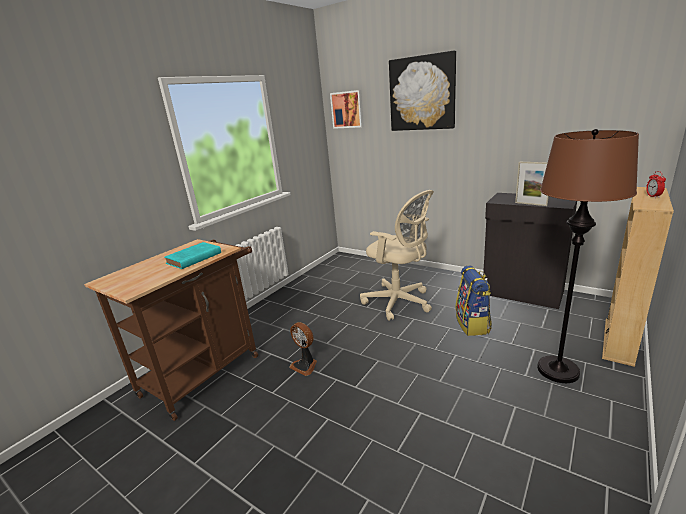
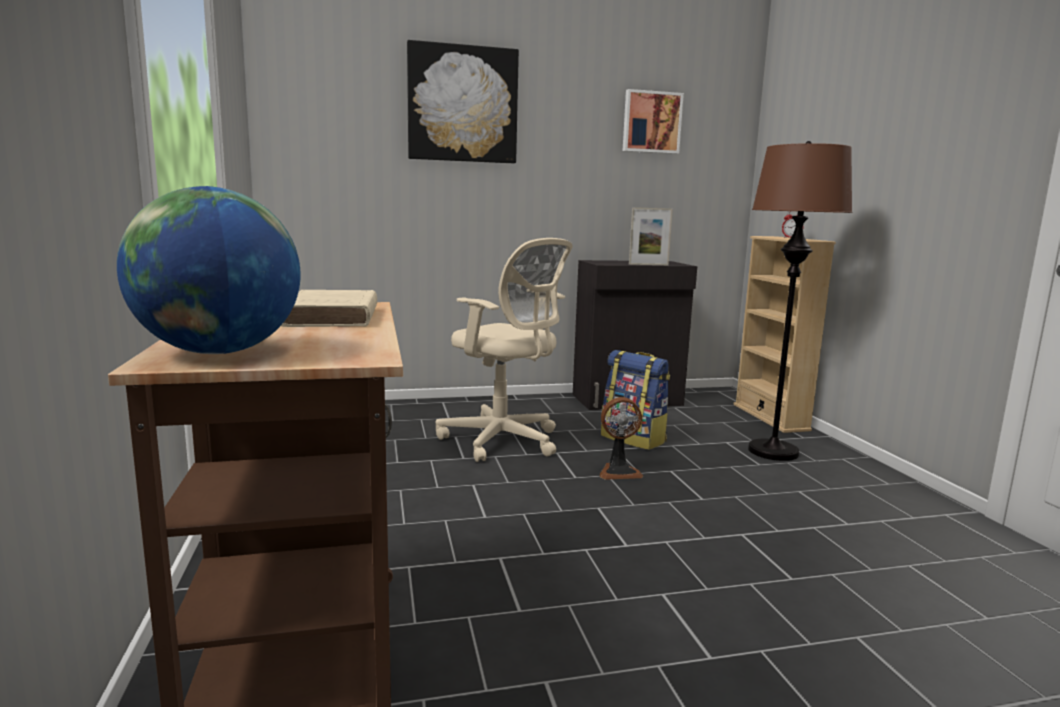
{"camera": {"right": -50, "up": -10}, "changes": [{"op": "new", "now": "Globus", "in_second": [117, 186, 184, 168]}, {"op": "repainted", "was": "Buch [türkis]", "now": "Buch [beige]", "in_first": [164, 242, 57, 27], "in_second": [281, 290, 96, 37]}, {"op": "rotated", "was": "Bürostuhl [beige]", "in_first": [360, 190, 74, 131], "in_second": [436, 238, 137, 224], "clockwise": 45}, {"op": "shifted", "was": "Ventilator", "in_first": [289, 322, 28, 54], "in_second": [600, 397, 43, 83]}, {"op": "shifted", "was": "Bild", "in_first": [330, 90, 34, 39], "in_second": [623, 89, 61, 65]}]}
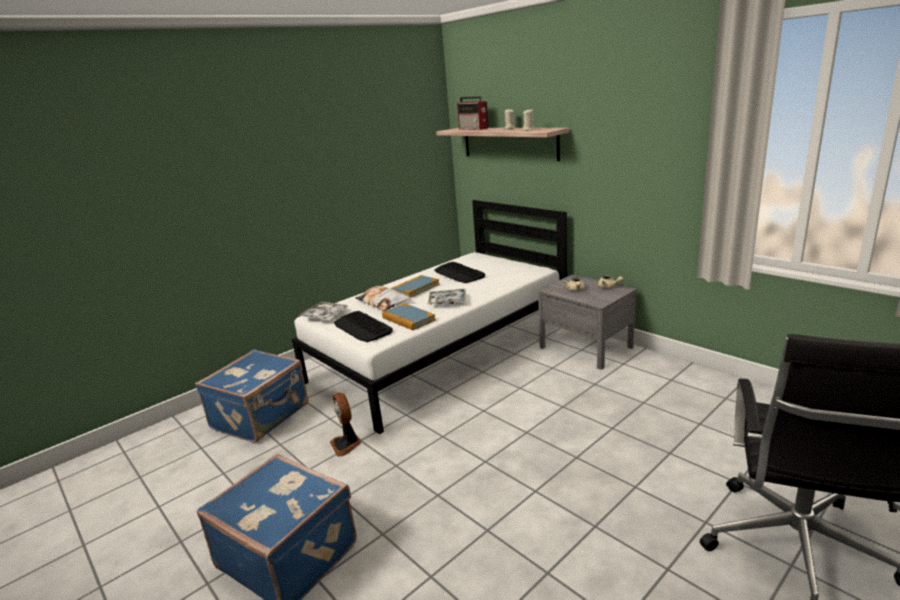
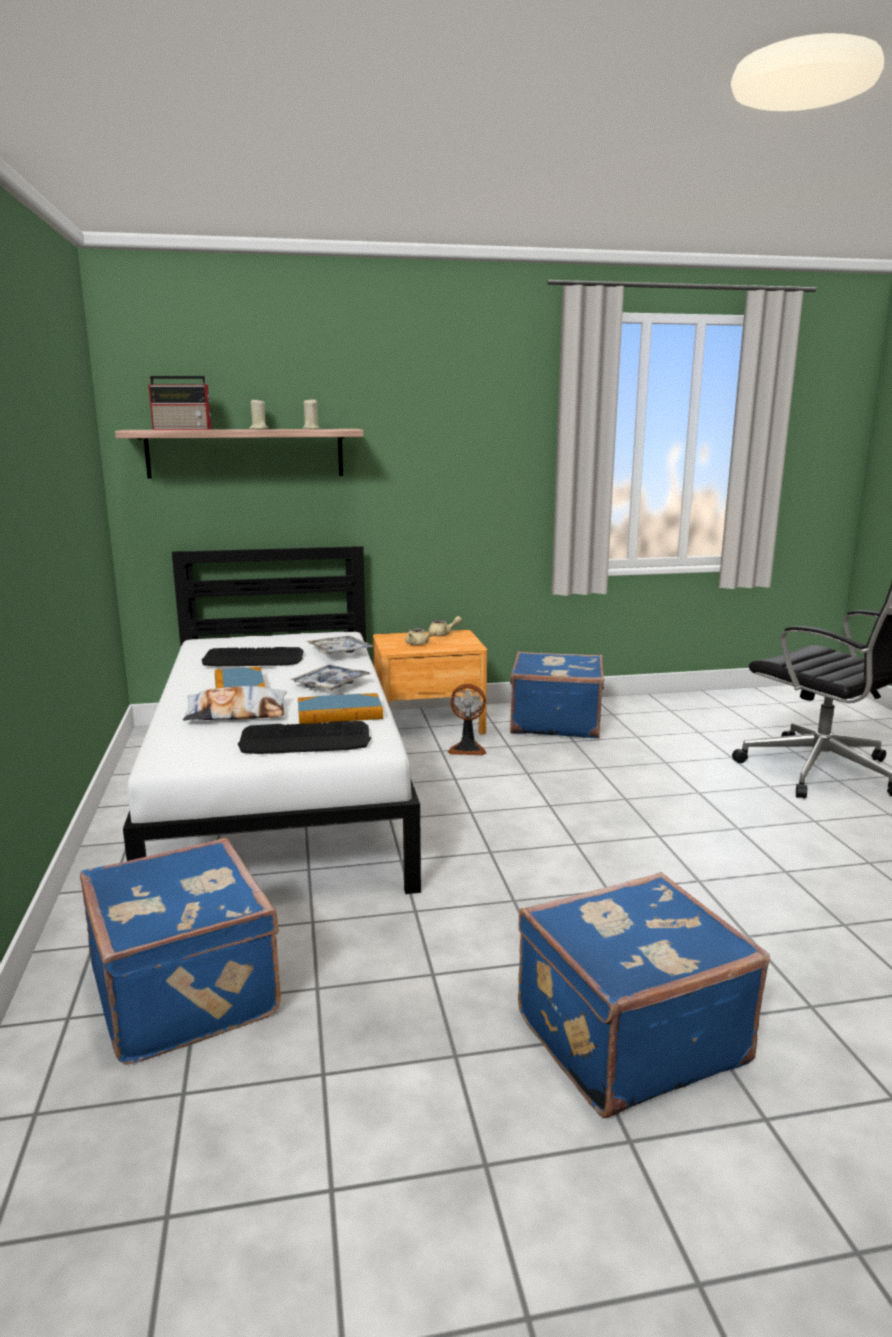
{"camera": {"right": -60, "up": -5}, "changes": [{"op": "shifted", "was": "Tablett", "in_first": [298, 302, 50, 18], "in_second": [306, 636, 68, 18]}, {"op": "repainted", "was": "Nachttisch [grau]", "now": "Nachttisch [braun]", "in_first": [538, 275, 98, 94], "in_second": [373, 630, 114, 105]}, {"op": "shifted", "was": "Ventilator", "in_first": [330, 392, 31, 64], "in_second": [448, 684, 38, 71]}, {"op": "new", "now": "Koffer [blau]", "in_second": [510, 651, 94, 87]}]}
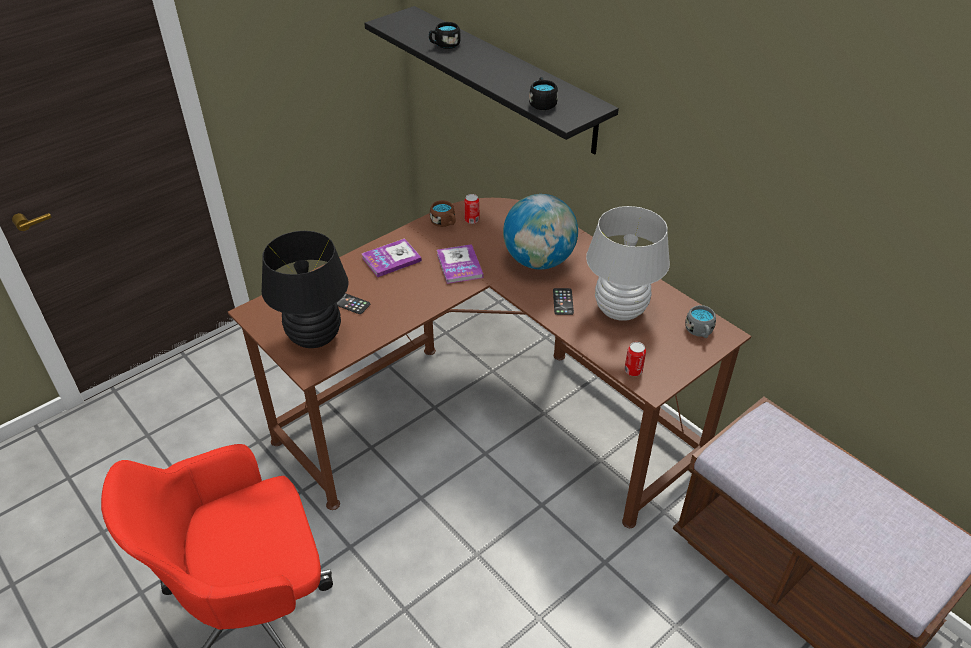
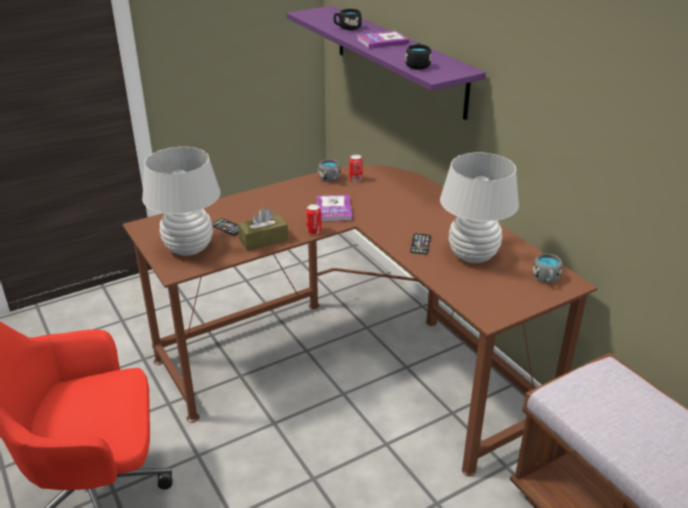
{"camera": {"right": 10, "up": -10}, "changes": [{"op": "repainted", "was": "Tischlampe [schwarz]", "now": "Tischlampe [weiß]", "in_first": [261, 231, 88, 117], "in_second": [142, 147, 79, 109]}, {"op": "new", "now": "Taschentuchbox [braun]", "in_second": [238, 208, 50, 43]}, {"op": "repainted", "was": "Wandregal [schwarz]", "now": "Wandregal [lila]", "in_first": [364, 6, 255, 149], "in_second": [286, 6, 200, 114]}, {"op": "shifted", "was": "Dose", "in_first": [625, 342, 21, 34], "in_second": [306, 204, 16, 31]}, {"op": "repainted", "was": "Henkelbecher [braun]", "now": "Henkelbecher [grau]", "in_first": [430, 200, 26, 27], "in_second": [318, 159, 23, 23]}, {"op": "shifted", "was": "Buch", "in_first": [362, 238, 60, 39], "in_second": [357, 31, 52, 18]}, {"op": "gone", "was": "Globus", "in_first": [503, 194, 75, 75]}]}
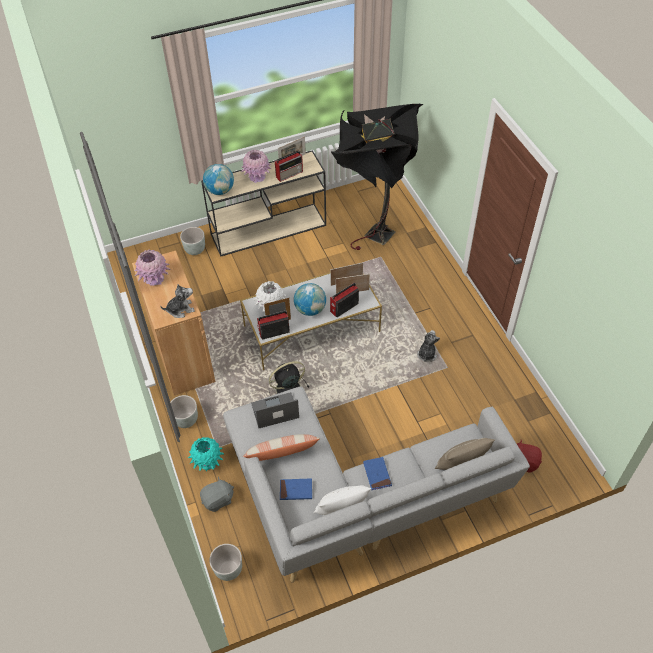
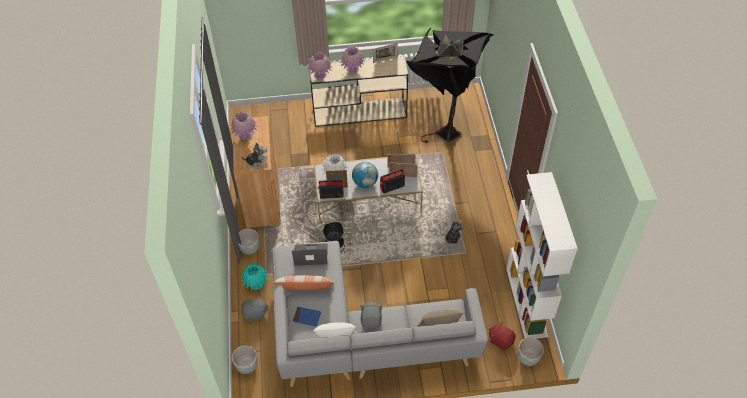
{"camera": {"right": 15, "up": 0}, "changes": [{"op": "swapped", "was": "Globus", "now": "Vase [rosa]", "in_first": [203, 164, 31, 31], "in_second": [307, 52, 25, 27]}, {"op": "swapped", "was": "Buch [blau]", "now": "Plüschtier [grau]", "in_first": [363, 457, 29, 33], "in_second": [360, 302, 23, 27]}, {"op": "new", "now": "Bücherregal [weiß]", "in_second": [506, 172, 72, 166]}, {"op": "shifted", "was": "Pflanzkübel [grau]", "in_first": [180, 227, 25, 28], "in_second": [518, 337, 26, 29]}, {"op": "gone", "was": "Radio", "in_first": [275, 150, 28, 32]}]}
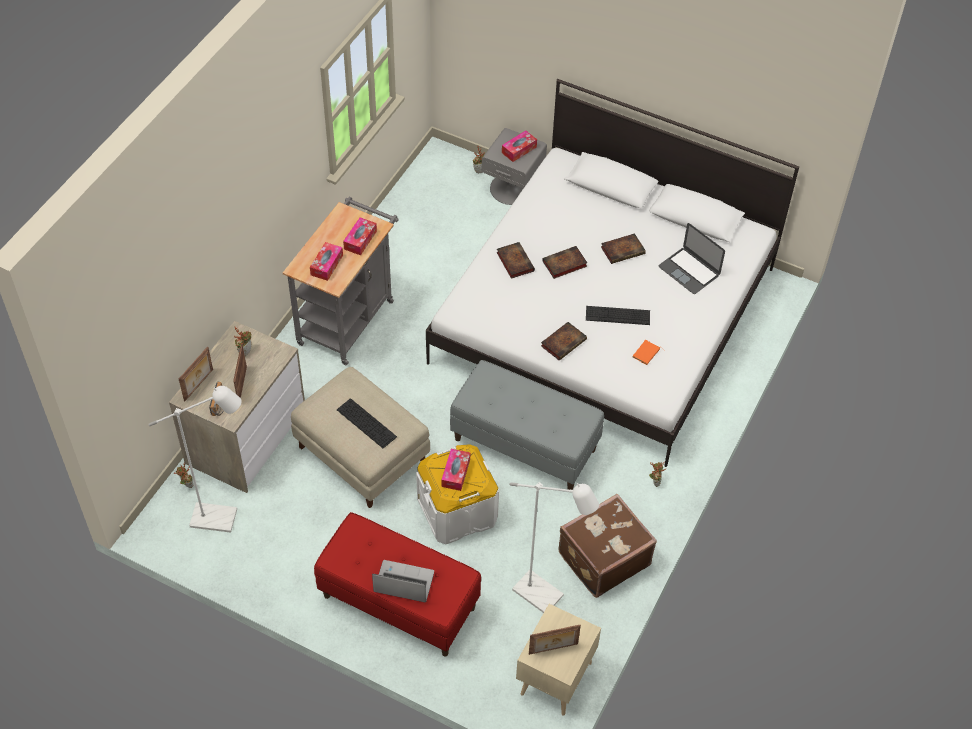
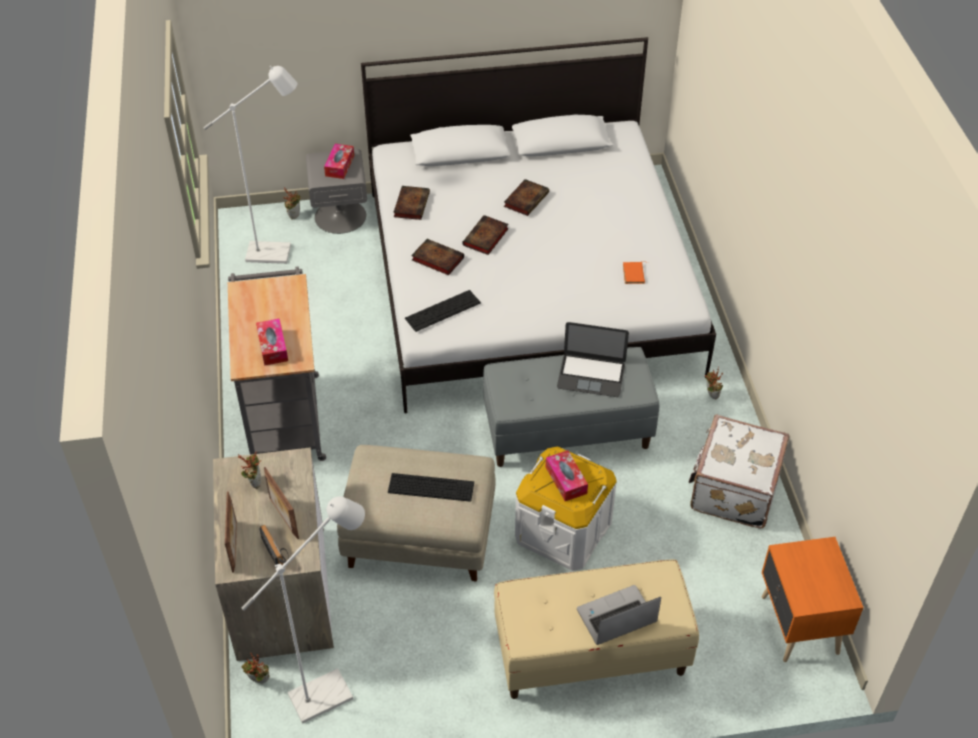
{"camera": {"right": -35, "up": -5}, "changes": [{"op": "shifted", "was": "Stehlampe [weiß]", "in_first": [509, 482, 90, 131], "in_second": [204, 66, 93, 198]}, {"op": "shifted", "was": "Buch", "in_first": [541, 322, 46, 39], "in_second": [393, 186, 37, 34]}, {"op": "shifted", "was": "Tastatur", "in_first": [586, 306, 64, 19], "in_second": [405, 290, 76, 42]}, {"op": "repainted", "was": "Bank [rot]", "now": "Bank [beige]", "in_first": [314, 512, 167, 144], "in_second": [494, 559, 205, 140]}, {"op": "shifted", "was": "Laptop", "in_first": [659, 223, 66, 71], "in_second": [557, 322, 72, 75]}, {"op": "repainted", "was": "Koffer [braun]", "now": "Koffer [weiß]", "in_first": [558, 494, 99, 104], "in_second": [688, 415, 101, 113]}, {"op": "repainted", "was": "Nachttisch [beige]", "now": "Nachttisch [orange]", "in_first": [516, 604, 85, 111], "in_second": [761, 537, 103, 125]}, {"op": "gone", "was": "Taschentuchbox", "in_first": [343, 217, 34, 38]}, {"op": "gone", "was": "Bilderrahmen", "in_first": [529, 625, 52, 30]}]}
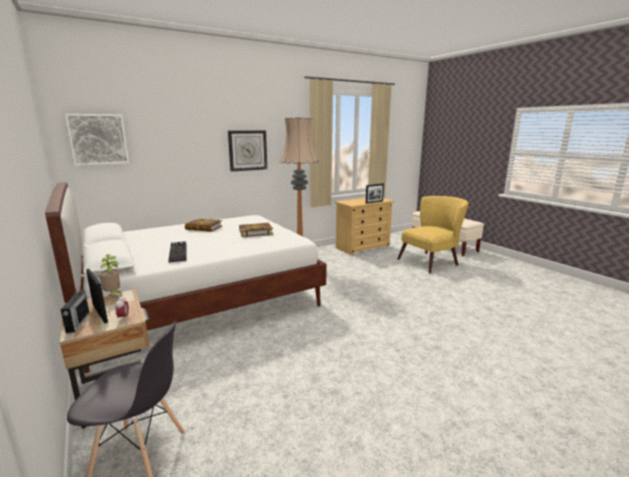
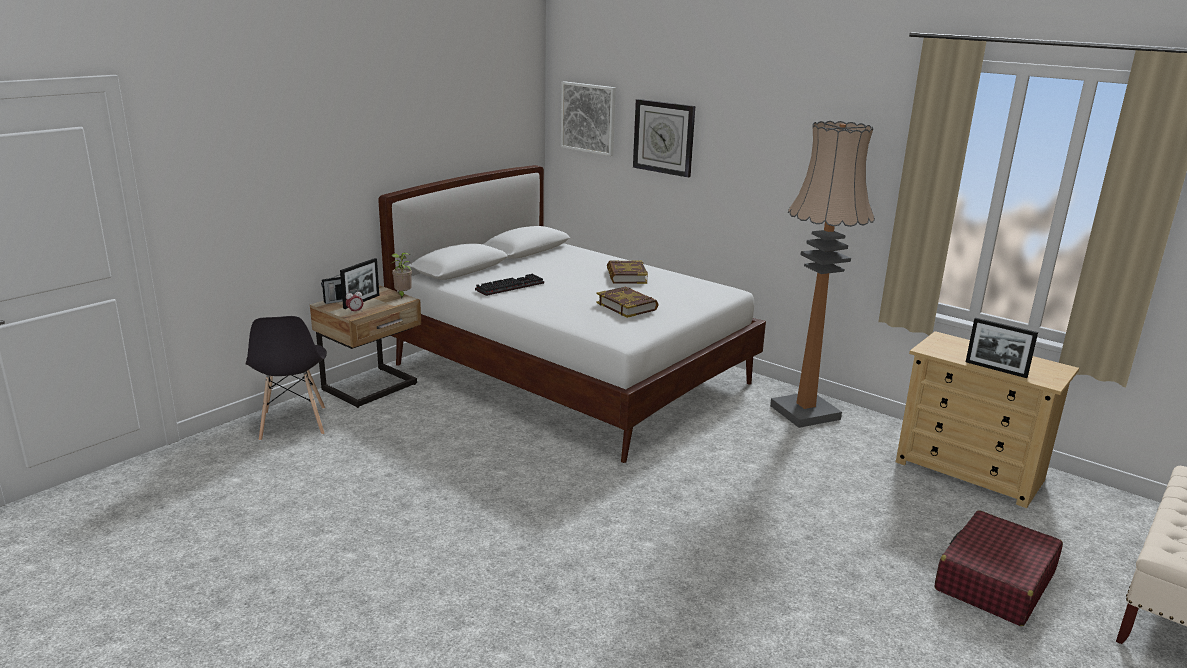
{"camera": {"right": 70, "up": 5}, "changes": [{"op": "shifted", "was": "Wanduhr", "in_first": [228, 130, 39, 42], "in_second": [633, 99, 62, 78]}, {"op": "swapped", "was": "Sessel [gelb]", "now": "Koffer [rot]", "in_first": [397, 196, 72, 77], "in_second": [935, 510, 128, 116]}]}
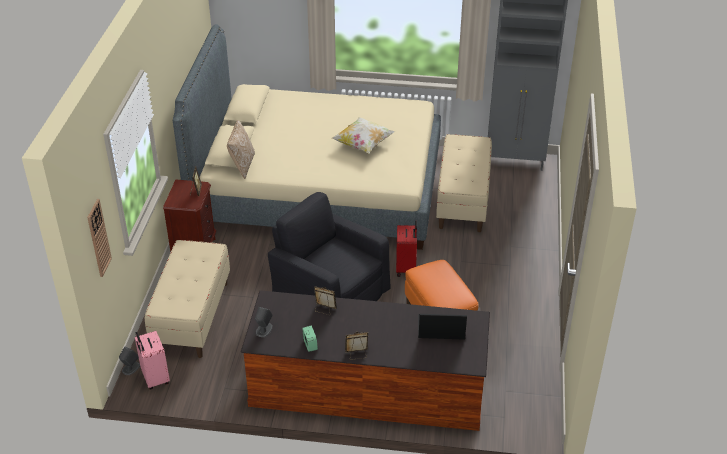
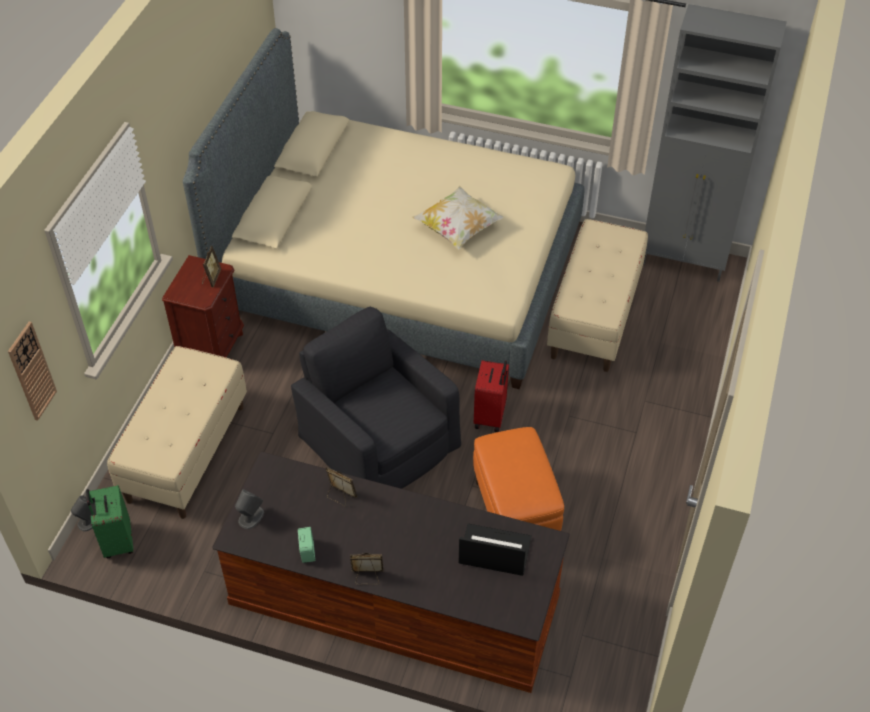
{"camera": {"right": 10, "up": 10}, "changes": [{"op": "repainted", "was": "Koffer [rosa]", "now": "Koffer [grün]", "in_first": [135, 331, 35, 59], "in_second": [86, 485, 48, 73]}, {"op": "gone", "was": "Kissen", "in_first": [227, 120, 28, 59]}]}
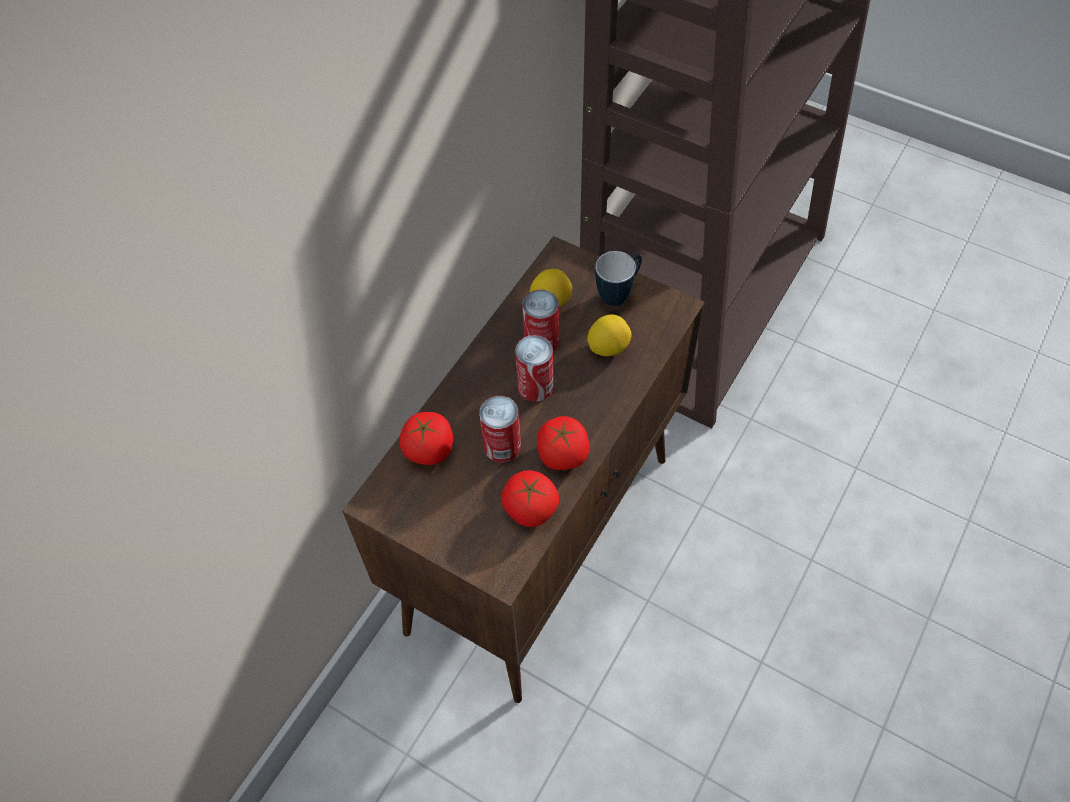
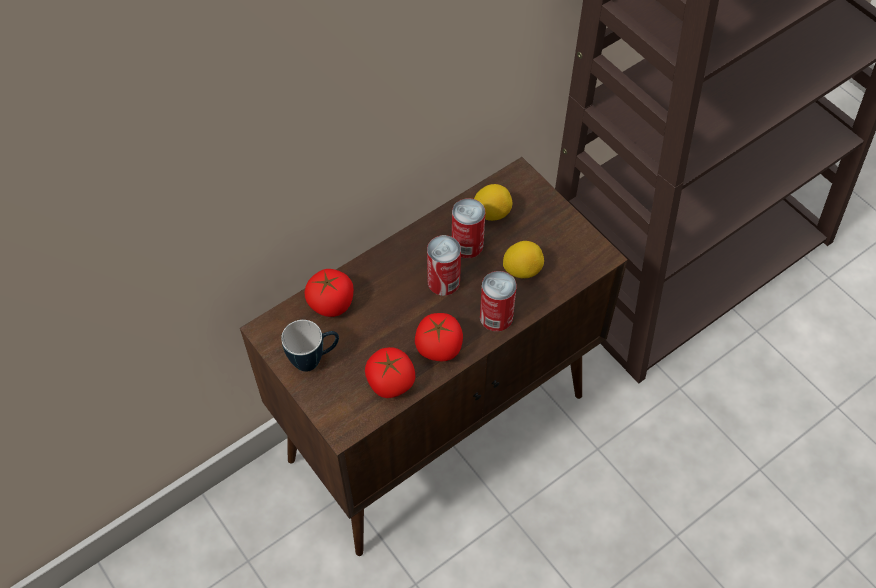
{"camera": {"right": 20, "up": 0}, "changes": [{"op": "shifted", "was": "Henkelbecher", "in_first": [595, 251, 47, 55], "in_second": [281, 320, 58, 52]}, {"op": "shifted", "was": "Dose", "in_first": [479, 396, 42, 66], "in_second": [480, 271, 37, 61]}]}
